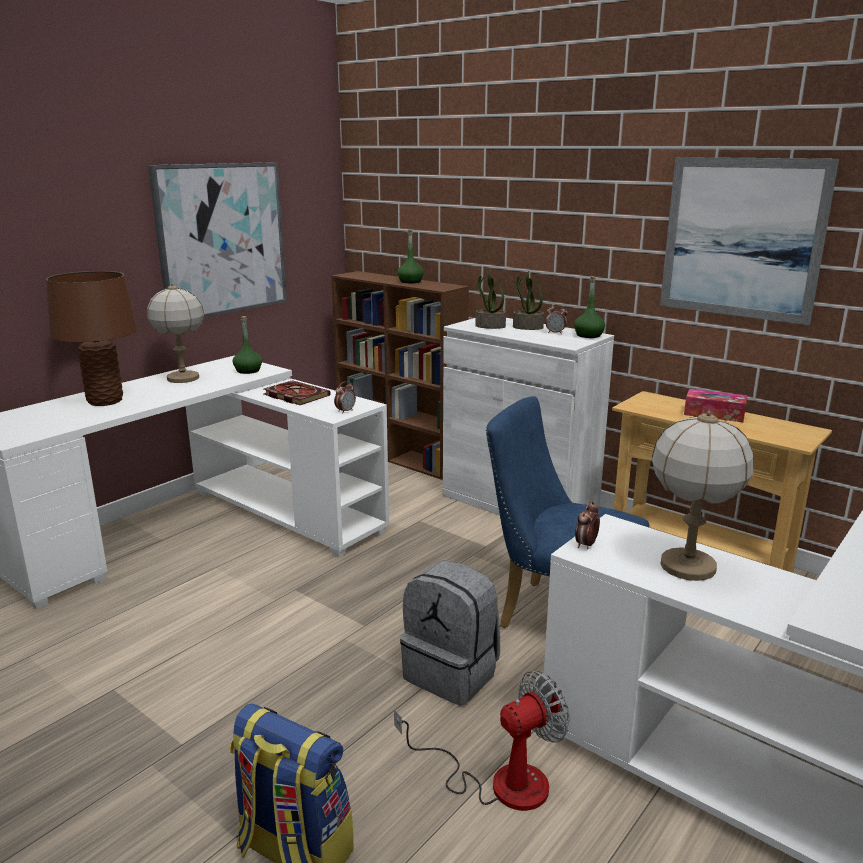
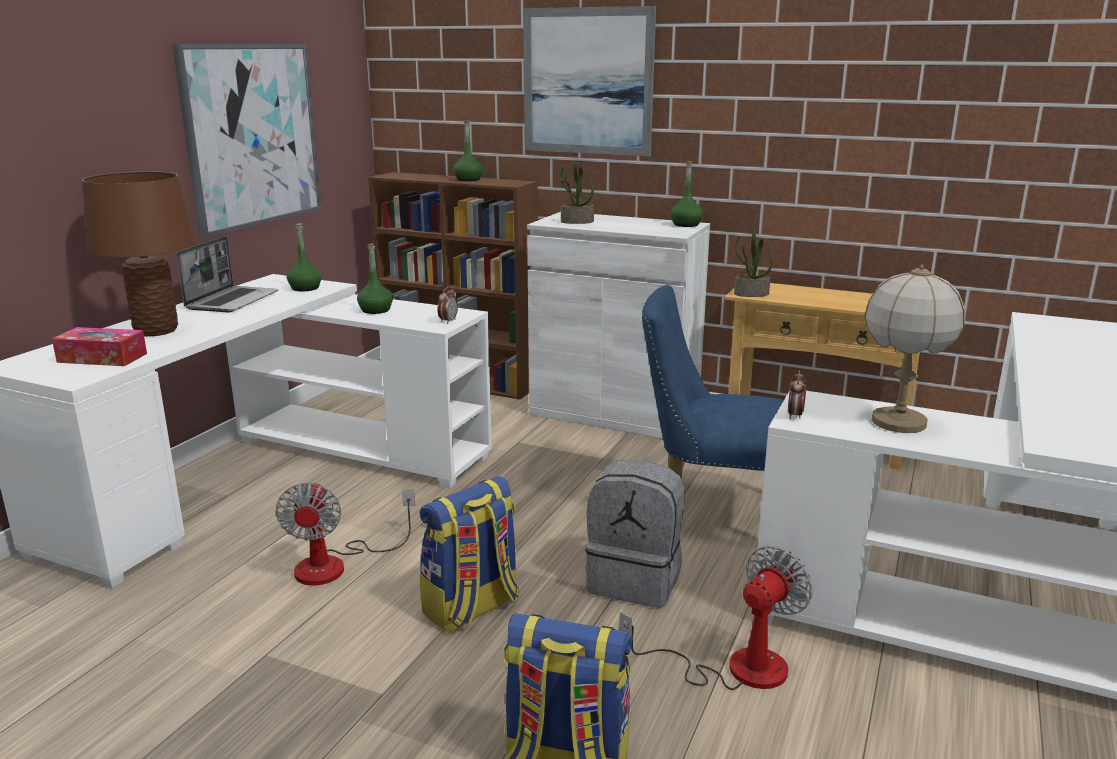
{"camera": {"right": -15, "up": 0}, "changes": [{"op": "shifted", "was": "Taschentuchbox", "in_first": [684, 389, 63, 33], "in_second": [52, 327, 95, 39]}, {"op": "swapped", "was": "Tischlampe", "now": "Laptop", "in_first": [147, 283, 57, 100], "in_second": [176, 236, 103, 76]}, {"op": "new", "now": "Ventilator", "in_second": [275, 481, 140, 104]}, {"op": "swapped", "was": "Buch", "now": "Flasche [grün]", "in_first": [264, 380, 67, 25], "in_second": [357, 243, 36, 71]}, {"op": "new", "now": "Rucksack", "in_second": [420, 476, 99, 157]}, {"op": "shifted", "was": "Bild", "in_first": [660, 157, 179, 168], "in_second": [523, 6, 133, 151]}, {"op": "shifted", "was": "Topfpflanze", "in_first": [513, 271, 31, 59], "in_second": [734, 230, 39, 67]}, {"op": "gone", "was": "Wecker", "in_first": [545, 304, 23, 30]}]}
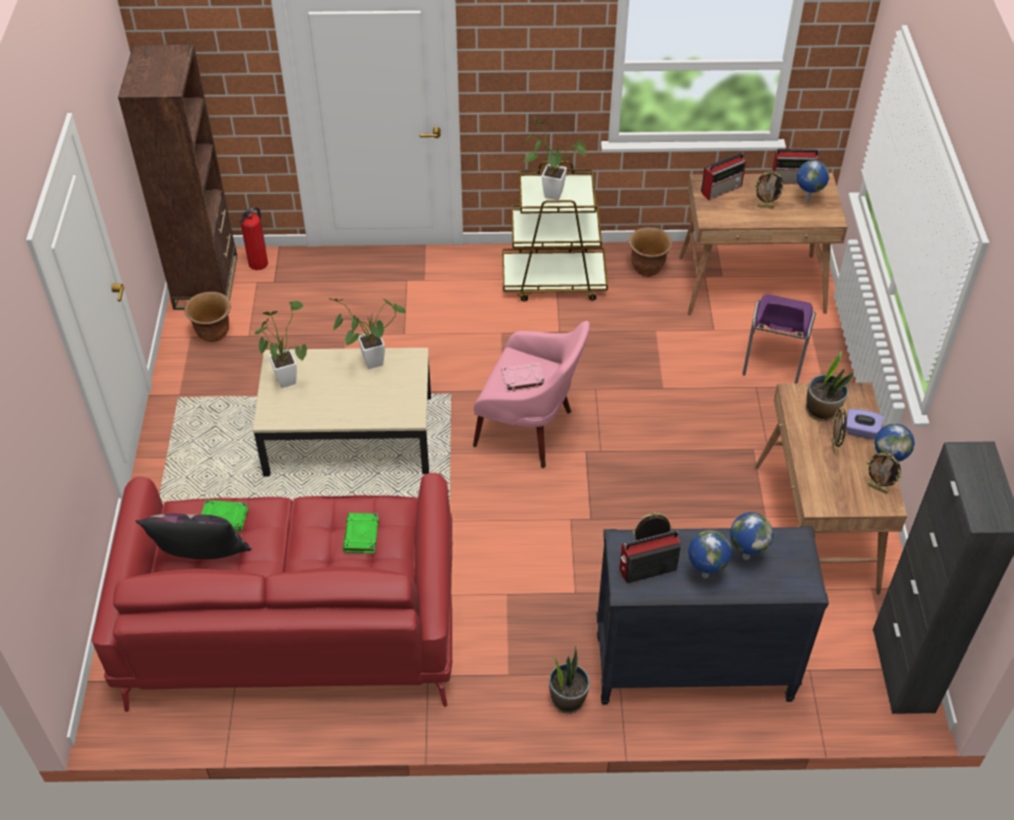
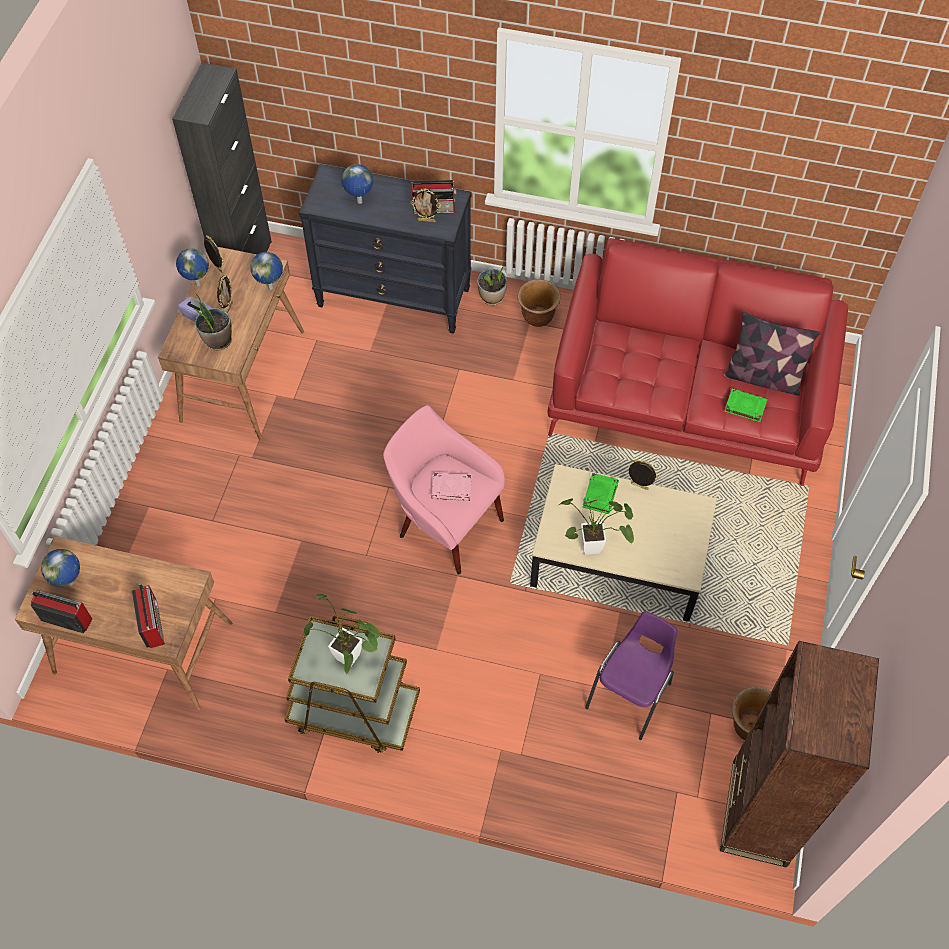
{"camera": {"right": -165, "up": 10}, "changes": [{"op": "rotated", "was": "Radio", "in_first": [701, 153, 45, 47], "in_second": [132, 584, 33, 64], "clockwise": 90}, {"op": "shifted", "was": "Globus", "in_first": [688, 530, 44, 48], "in_second": [250, 252, 33, 38]}, {"op": "shifted", "was": "Pflanzkübel [braun]", "in_first": [628, 227, 44, 50], "in_second": [518, 279, 43, 48]}, {"op": "shifted", "was": "Buch [grün]", "in_first": [343, 513, 36, 40], "in_second": [583, 473, 36, 41]}, {"op": "shifted", "was": "Stuhl [lila]", "in_first": [743, 294, 73, 89], "in_second": [585, 611, 92, 129]}, {"op": "shifted", "was": "Bilderrahmen", "in_first": [754, 171, 31, 38], "in_second": [627, 460, 31, 30]}, {"op": "gone", "was": "Feuerlöscher", "in_first": [239, 207, 29, 63]}, {"op": "gone", "was": "Topfpflanze", "in_first": [255, 301, 52, 87]}]}
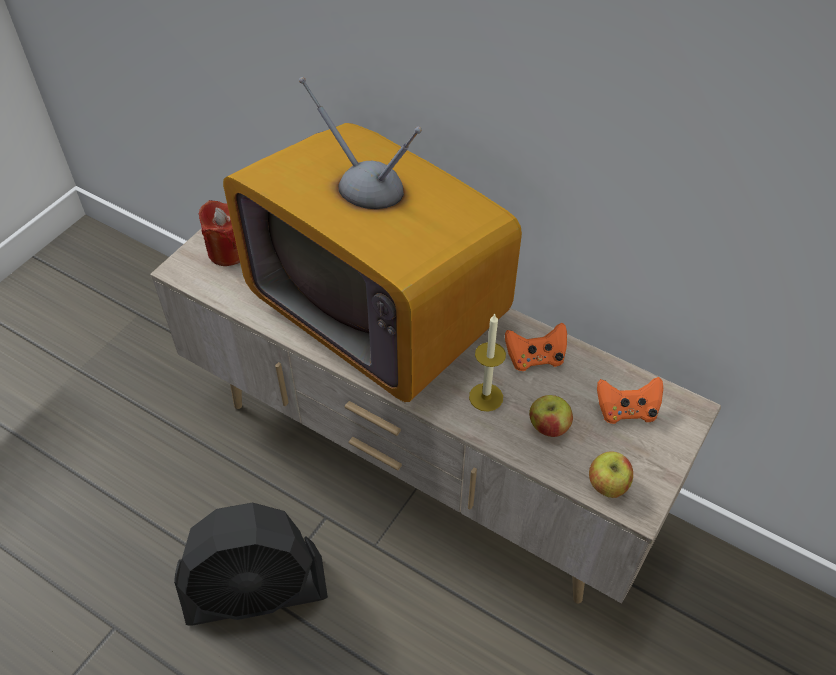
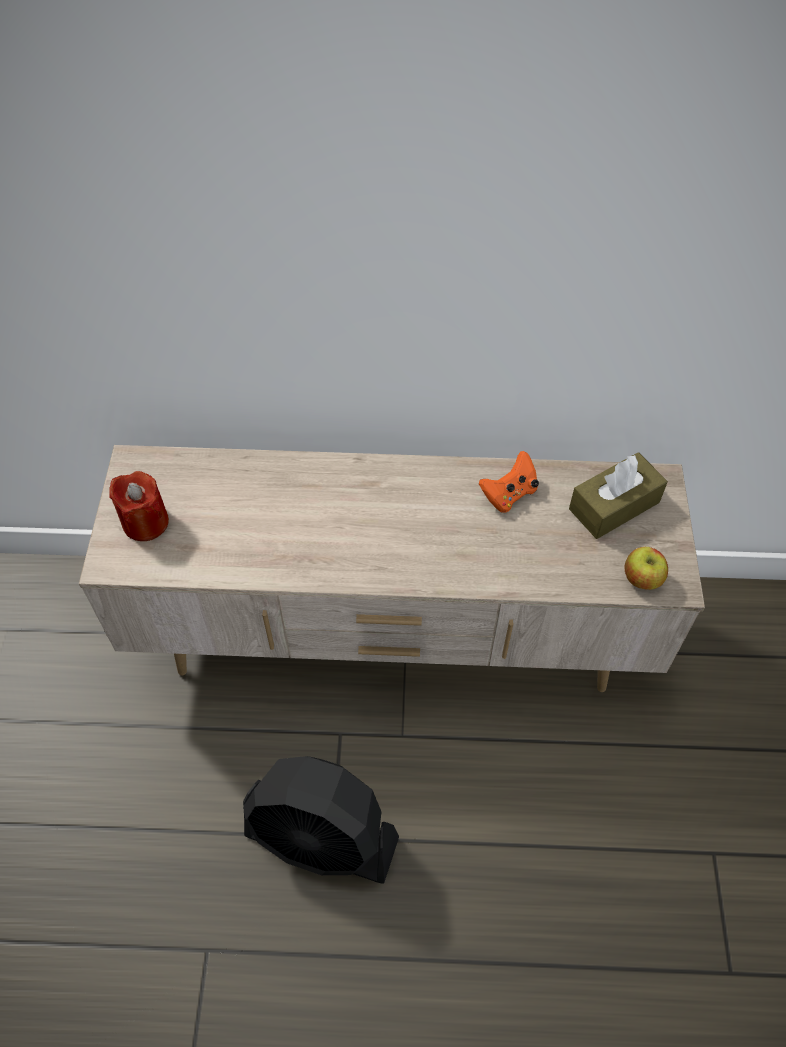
{"camera": {"right": -30, "up": 5}, "changes": [{"op": "rotated", "was": "Ventilator [schwarz]", "in_first": [174, 502, 154, 124], "in_second": [243, 756, 156, 128], "clockwise": 60}, {"op": "swapped", "was": "Gamepad [orange]", "now": "Taschentuchbox [braun]", "in_first": [597, 377, 66, 47], "in_second": [569, 452, 99, 87]}, {"op": "gone", "was": "Fernseher", "in_first": [223, 77, 299, 325]}, {"op": "gone", "was": "Kerze", "in_first": [469, 313, 37, 99]}, {"op": "gone", "was": "Apfel", "in_first": [529, 395, 44, 42]}]}
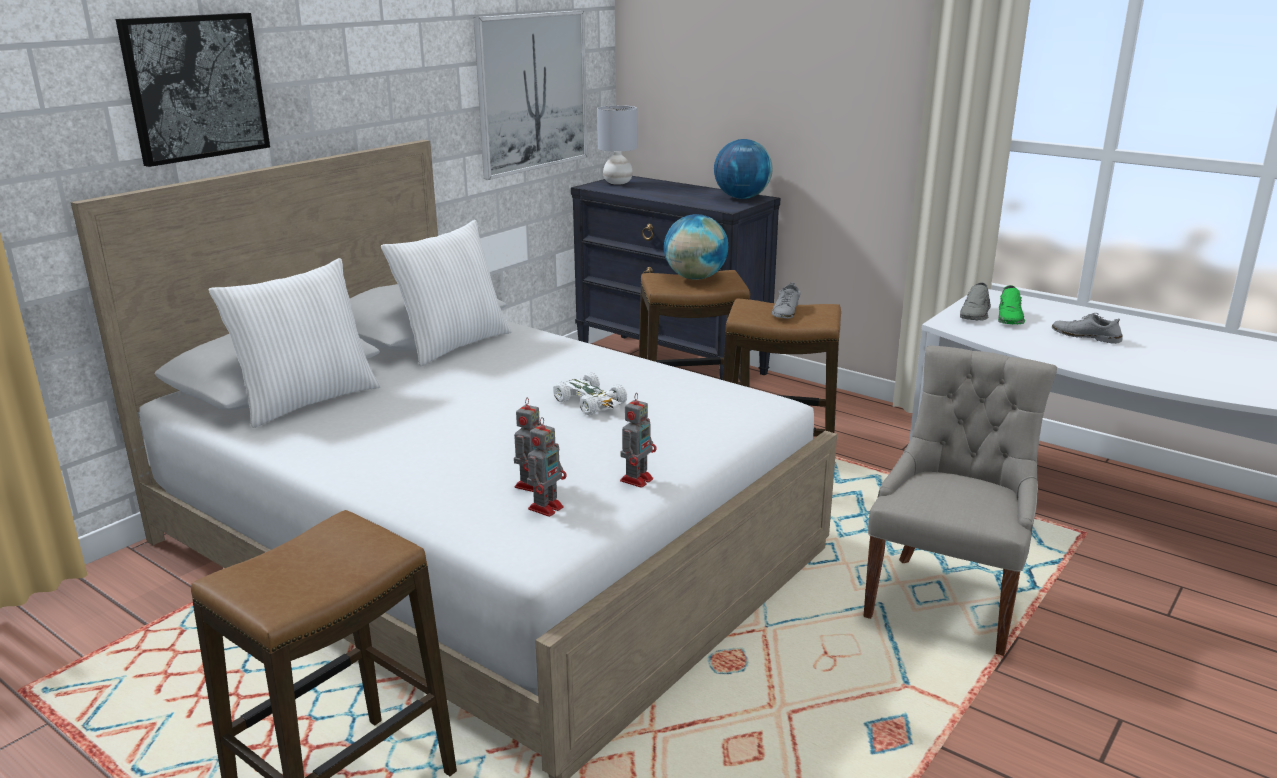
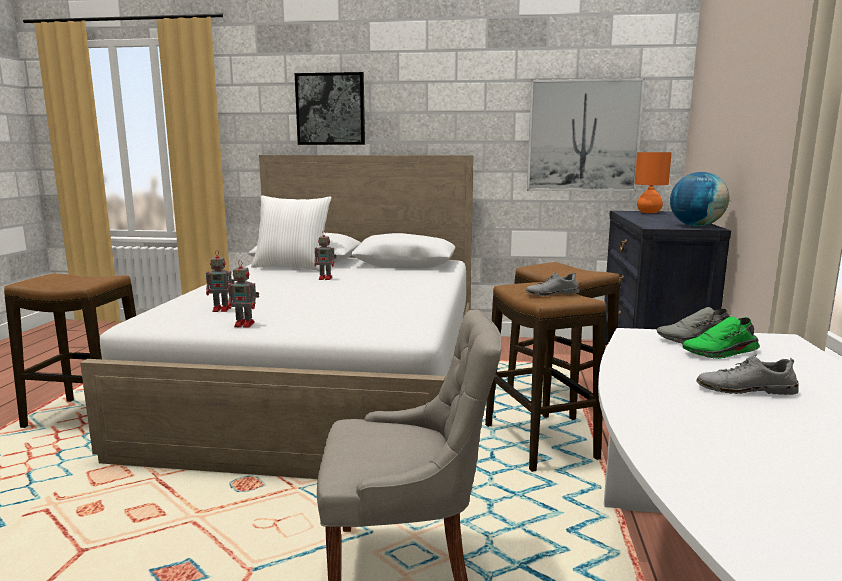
{"camera": {"right": 60, "up": -10}, "changes": [{"op": "shifted", "was": "Spielzeugroboter", "in_first": [527, 417, 40, 100], "in_second": [314, 232, 23, 48]}, {"op": "repainted", "was": "Tischlampe [grau]", "now": "Tischlampe [orange]", "in_first": [597, 105, 40, 80], "in_second": [635, 152, 37, 61]}, {"op": "rotated", "was": "Schuh [grau]", "in_first": [1052, 313, 70, 31], "in_second": [696, 354, 103, 41], "clockwise": -90}, {"op": "gone", "was": "Kissen [weiß]", "in_first": [381, 220, 131, 146]}, {"op": "gone", "was": "Spielzeugauto [weiß]", "in_first": [553, 372, 74, 43]}, {"op": "gone", "was": "Globus", "in_first": [664, 214, 64, 66]}]}
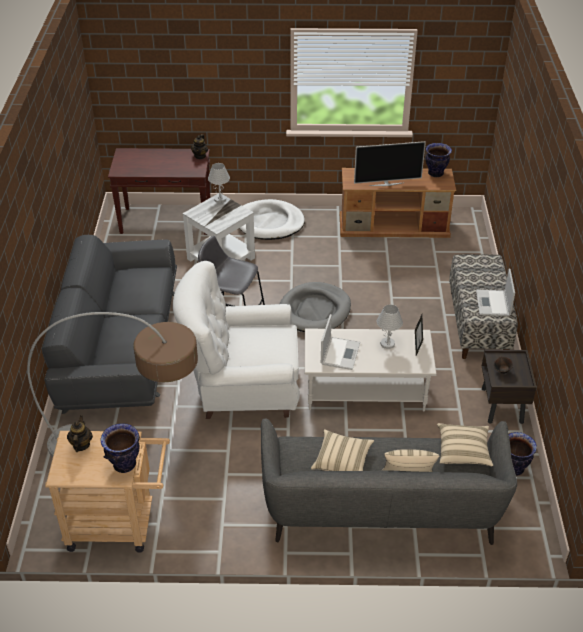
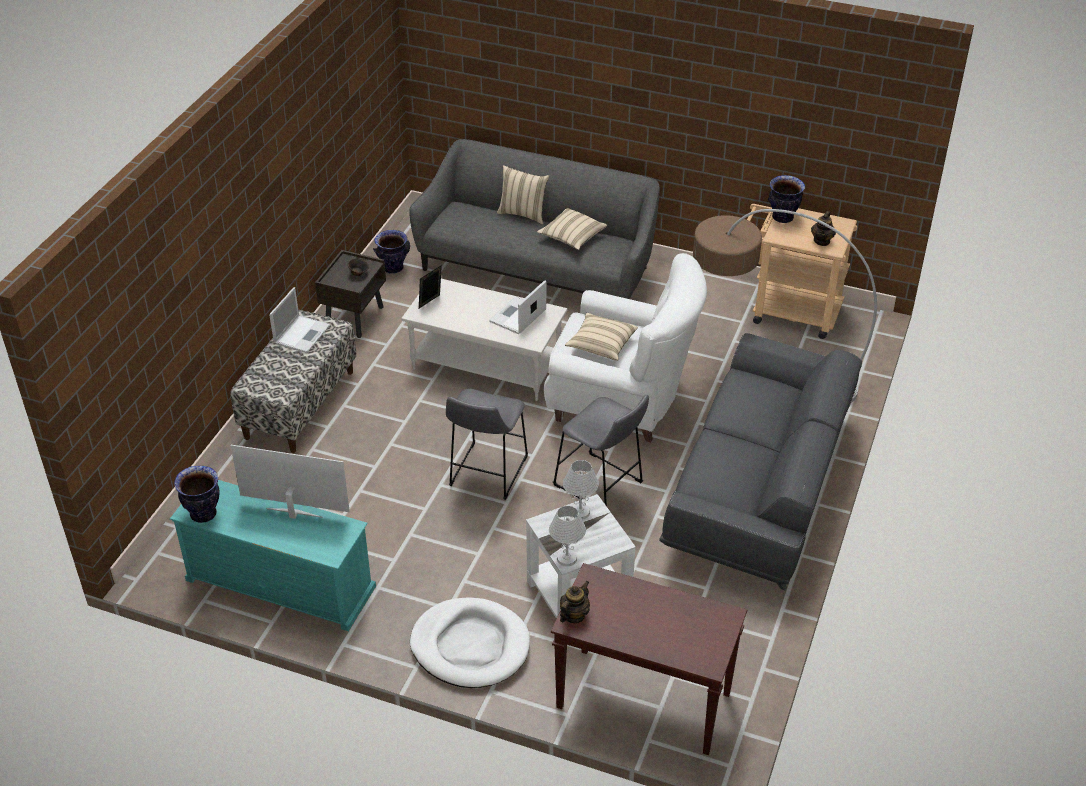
{"camera": {"right": -160, "up": 0}, "changes": [{"op": "repainted", "was": "Fernsehschrank [braun]", "now": "Fernsehschrank [türkis]", "in_first": [340, 168, 116, 70], "in_second": [170, 480, 206, 151]}, {"op": "swapped", "was": "Hundebett [grau]", "now": "Hocker [grau]", "in_first": [279, 282, 72, 50], "in_second": [446, 389, 82, 111]}, {"op": "shifted", "was": "Tischlampe [weiß]", "in_first": [377, 304, 26, 45], "in_second": [563, 460, 36, 59]}, {"op": "shifted", "was": "Kissen [beige]", "in_first": [437, 423, 56, 43], "in_second": [565, 313, 73, 48]}]}
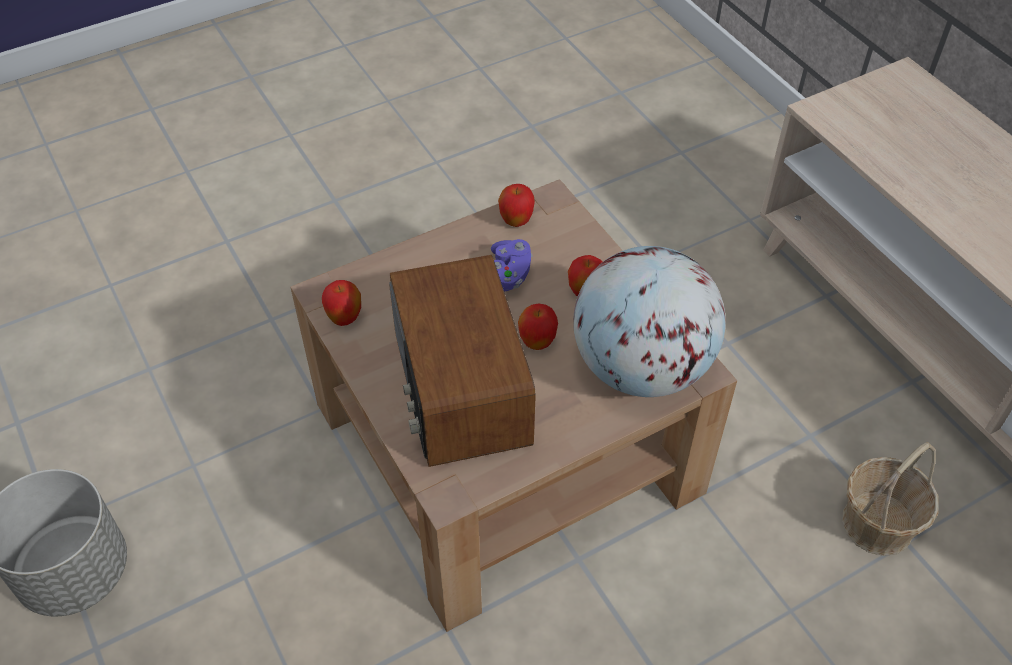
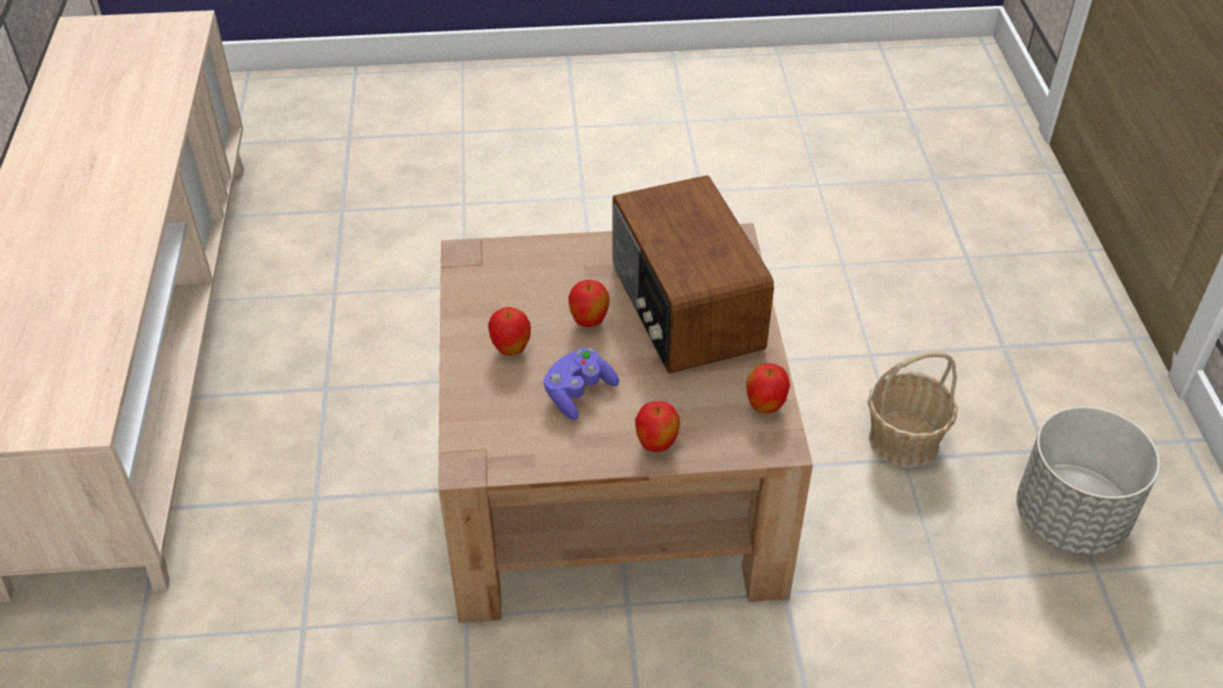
{"camera": {"right": -155, "up": -5}, "changes": [{"op": "rotated", "was": "Radio", "in_first": [389, 255, 147, 212], "in_second": [612, 175, 162, 199], "clockwise": 150}, {"op": "shifted", "was": "Apfel", "in_first": [498, 184, 37, 43], "in_second": [635, 401, 45, 51]}, {"op": "shifted", "was": "Korb", "in_first": [842, 442, 97, 114], "in_second": [868, 351, 90, 117]}, {"op": "gone", "was": "Globus", "in_first": [573, 246, 153, 151]}]}
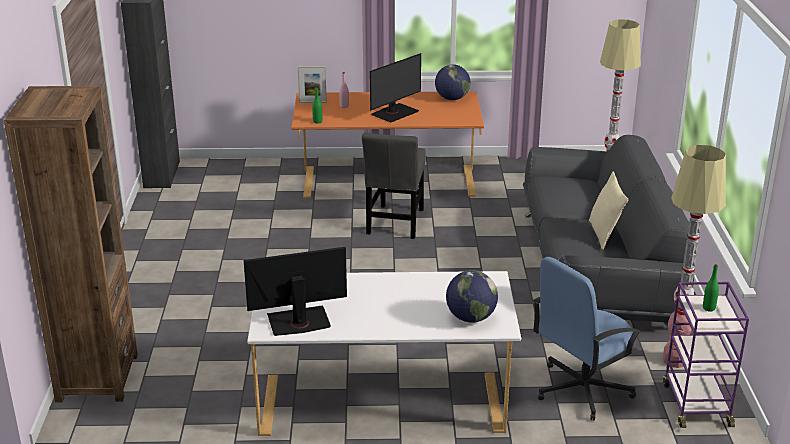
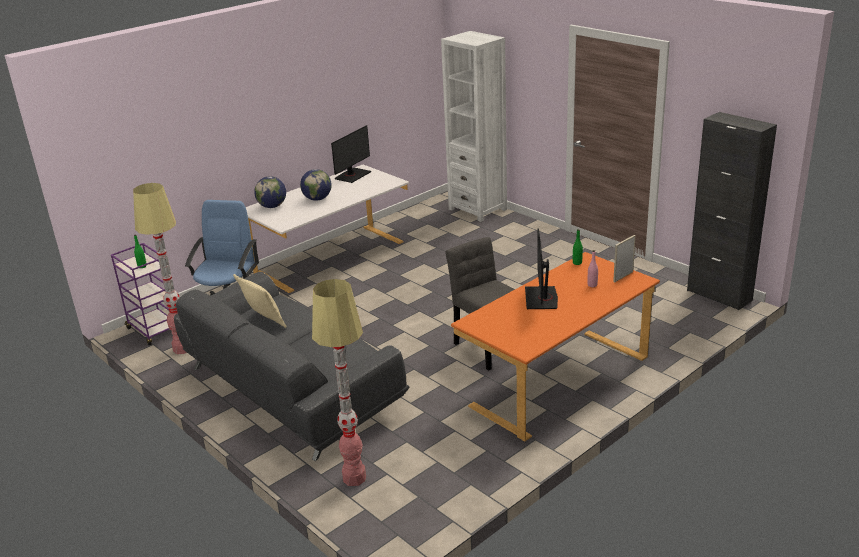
{"camera": {"right": 140, "up": 0}, "changes": [{"op": "shifted", "was": "Globus", "in_first": [435, 64, 35, 36], "in_second": [300, 169, 32, 32]}, {"op": "repainted", "was": "Bücherregal [braun]", "now": "Bücherregal [weiß]", "in_first": [4, 86, 134, 317], "in_second": [441, 31, 66, 191]}]}
